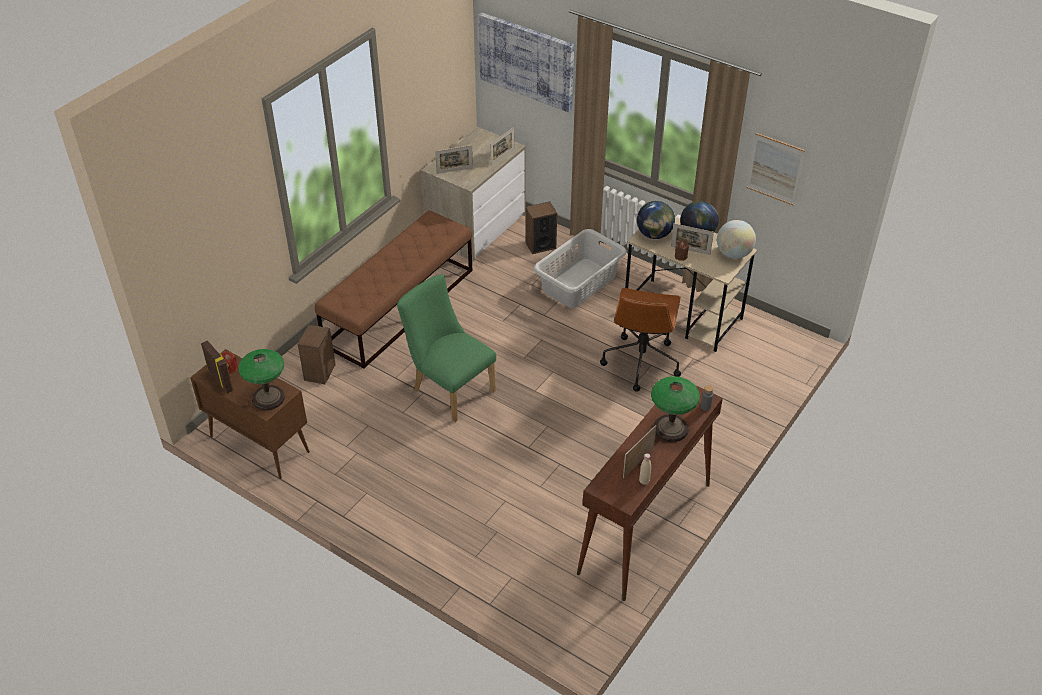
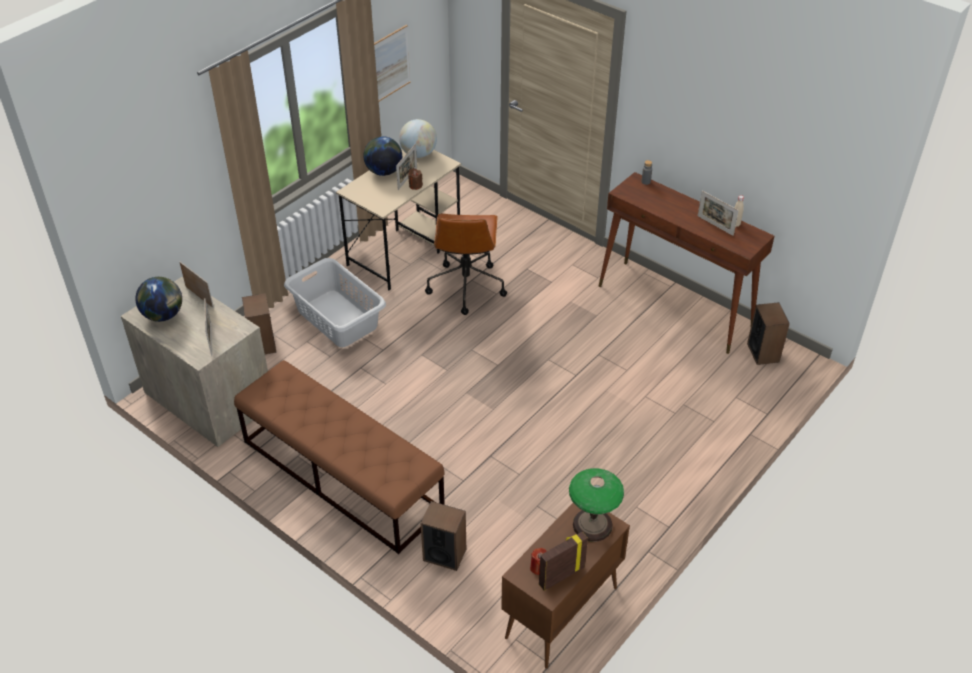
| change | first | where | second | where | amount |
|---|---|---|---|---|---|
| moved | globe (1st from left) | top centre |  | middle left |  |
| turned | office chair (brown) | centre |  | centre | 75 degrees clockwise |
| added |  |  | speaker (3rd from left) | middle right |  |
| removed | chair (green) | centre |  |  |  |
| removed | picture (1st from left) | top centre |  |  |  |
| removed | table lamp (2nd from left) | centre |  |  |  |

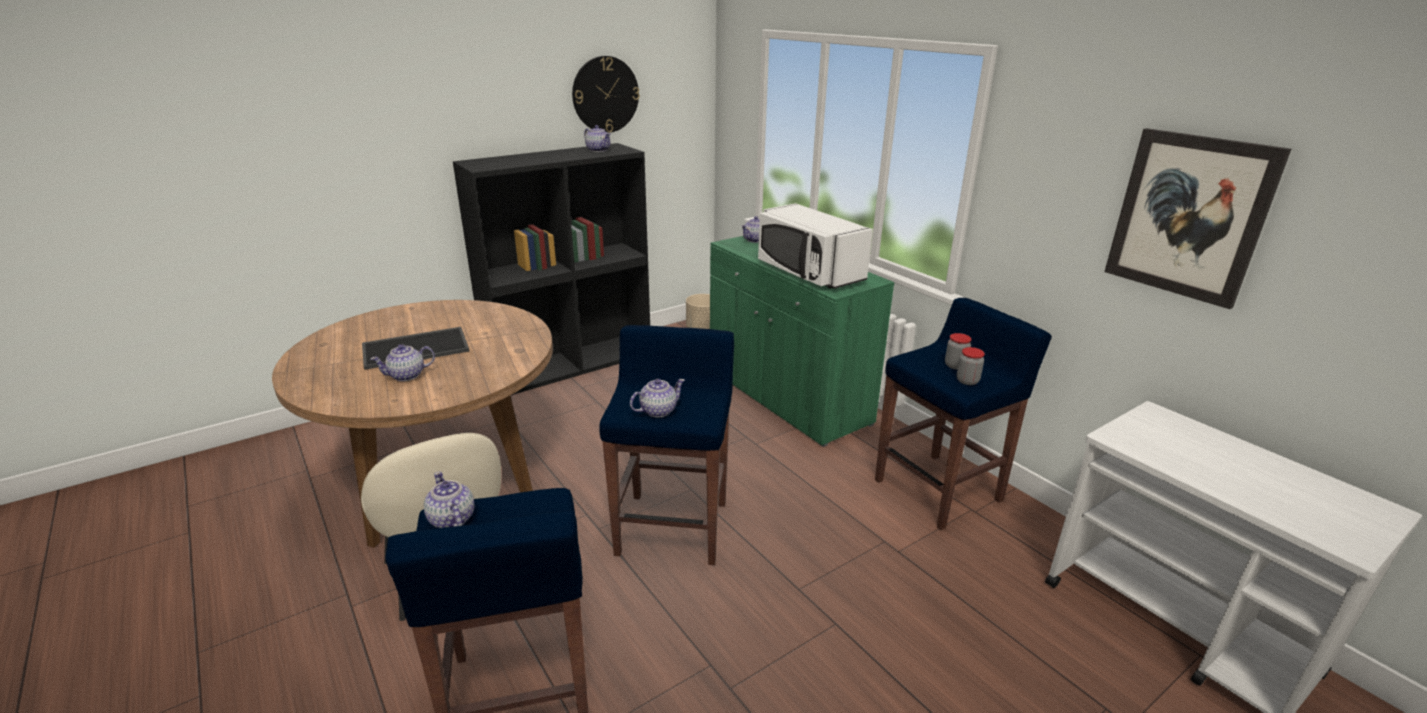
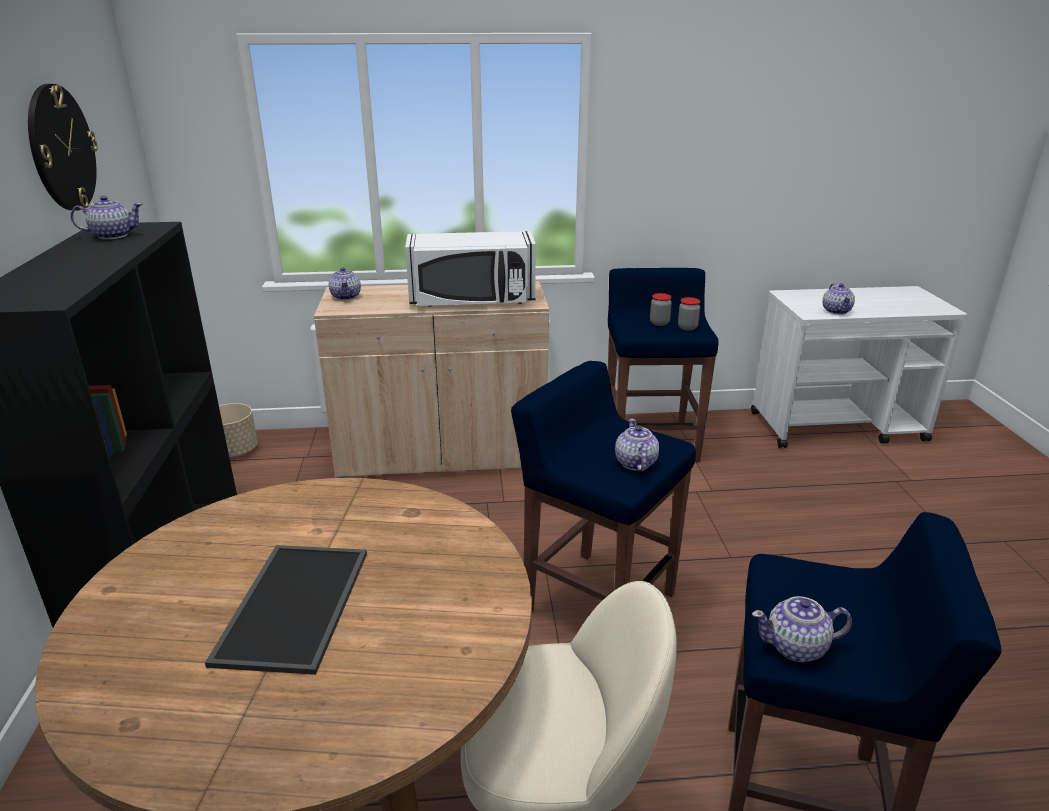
| change | first | where | second | where | amount |
|---|---|---|---|---|---|
| recoloured | cabinet (green) | centre | cabinet (beige) | centre |  |
| moved | teapot (1st from left in the first image) | middle left | teapot (5th from left) | middle right |  |
| removed | picture | top right |  |  |  |

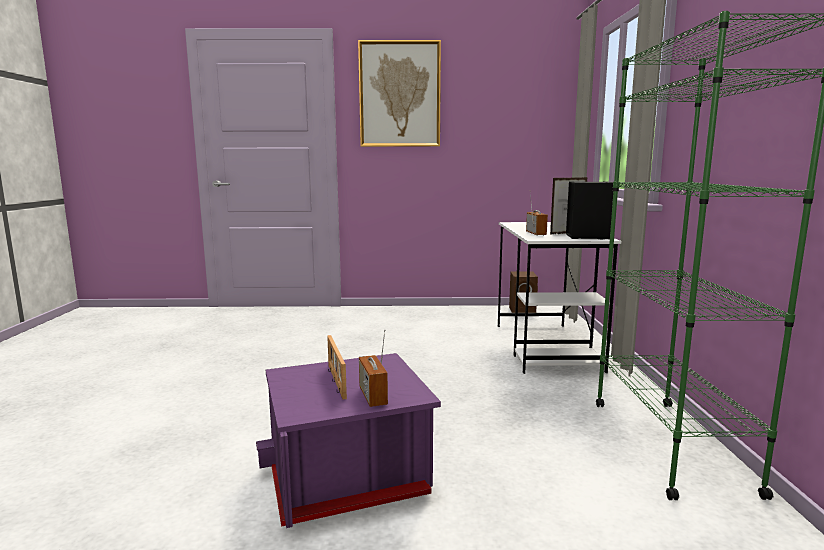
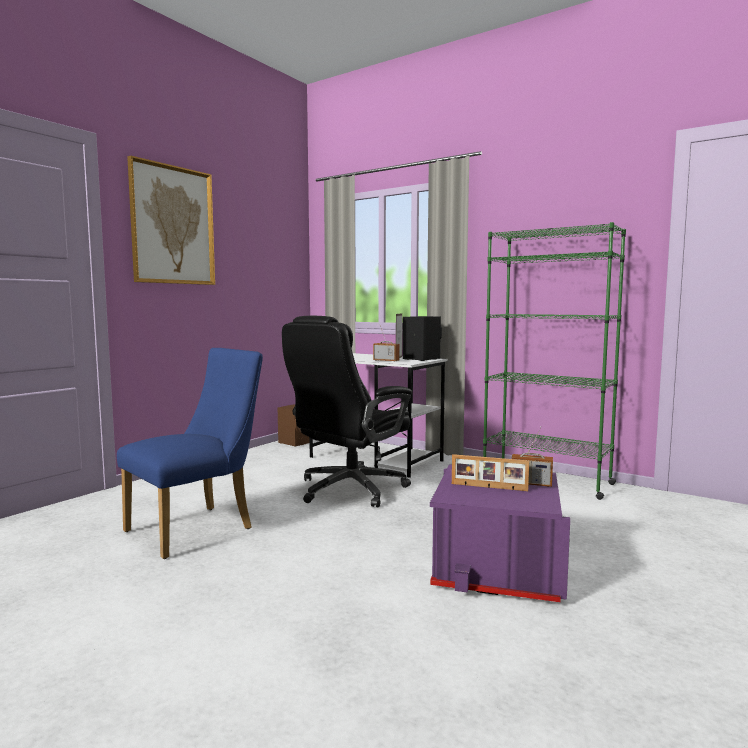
| change | first | where | second | where | amount |
|---|---|---|---|---|---|
| added |  |  | chair (blue) | middle left |  |
| added |  |  | office chair (black) | centre |  |

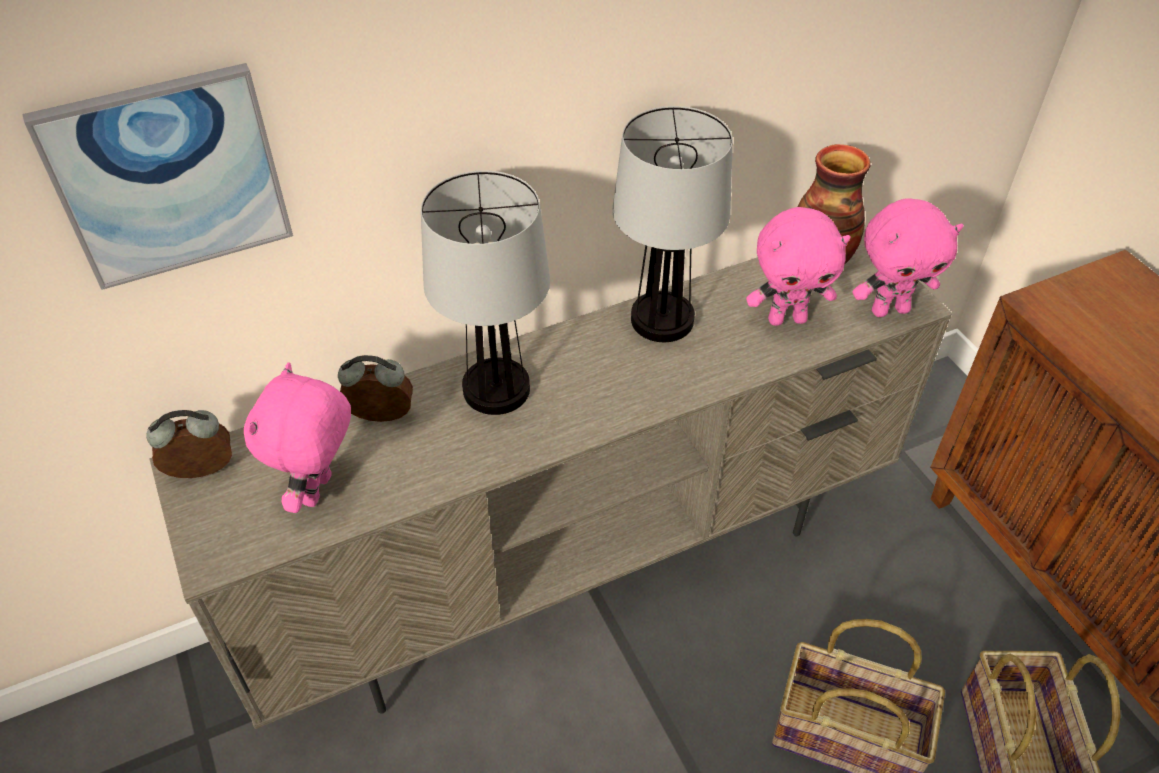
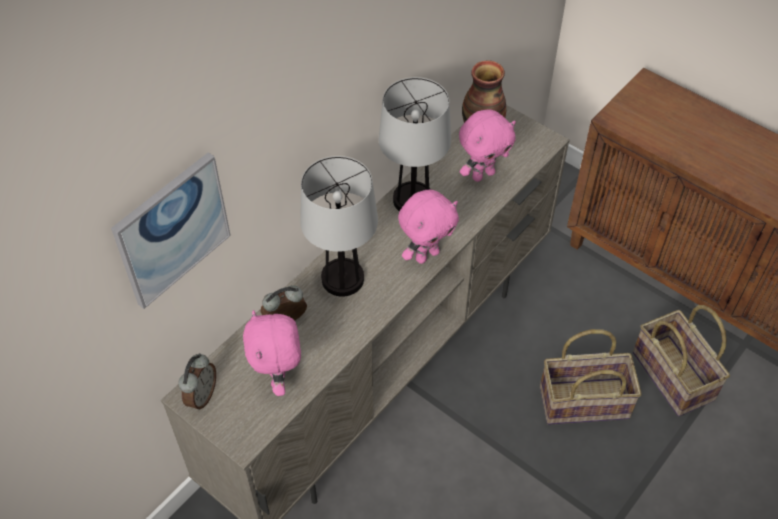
| change | first | where | second | where | amount |
|---|---|---|---|---|---|
| turned | alarm clock (1st from left) | middle left |  | bottom left | 150 degrees clockwise |
| moved | plush toy (pink) (3rd from left in the first image) | top right | plush toy (pink) (2nd from left) | centre |  |

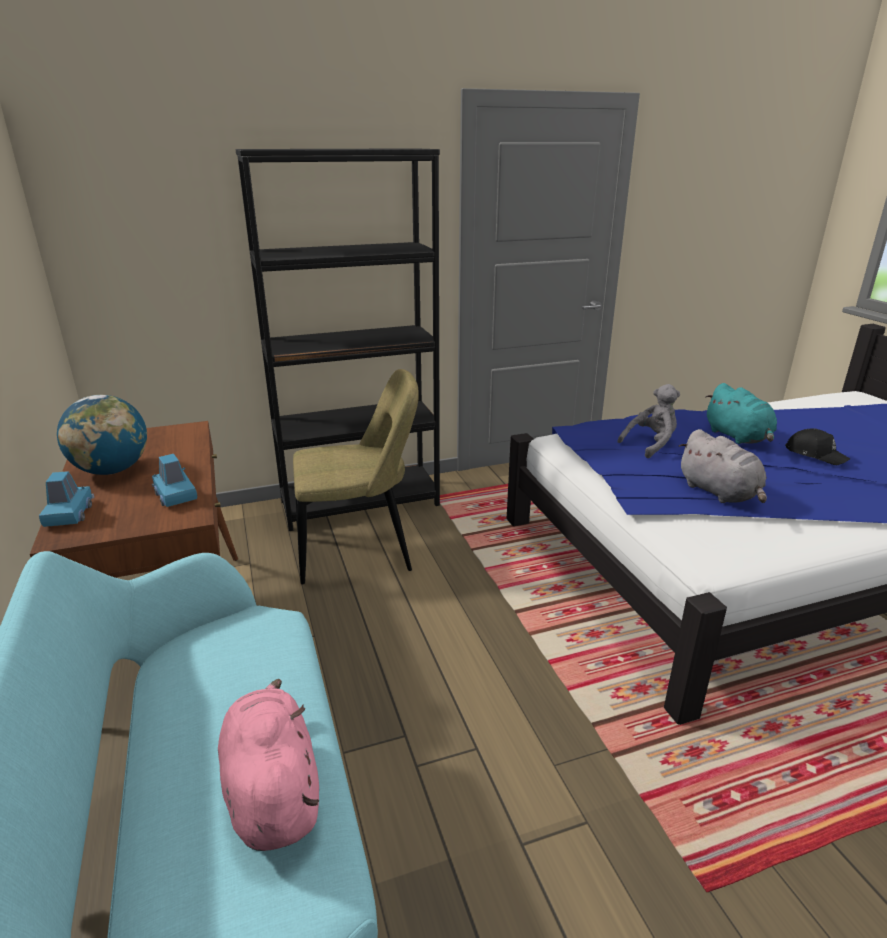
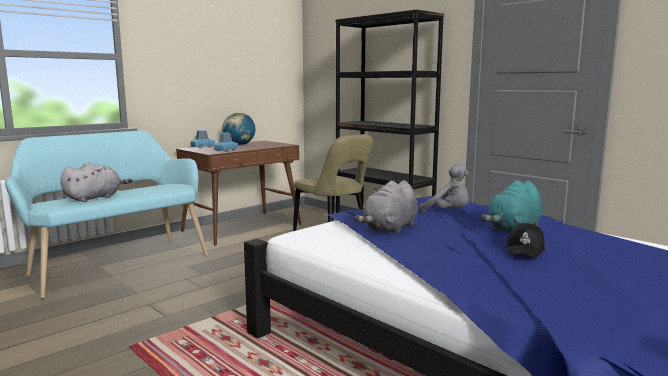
| change | first | where | second | where | amount |
|---|---|---|---|---|---|
| recoloured | plush toy (pink) | bottom left | plush toy (grey) (1st from left) | middle left |  |

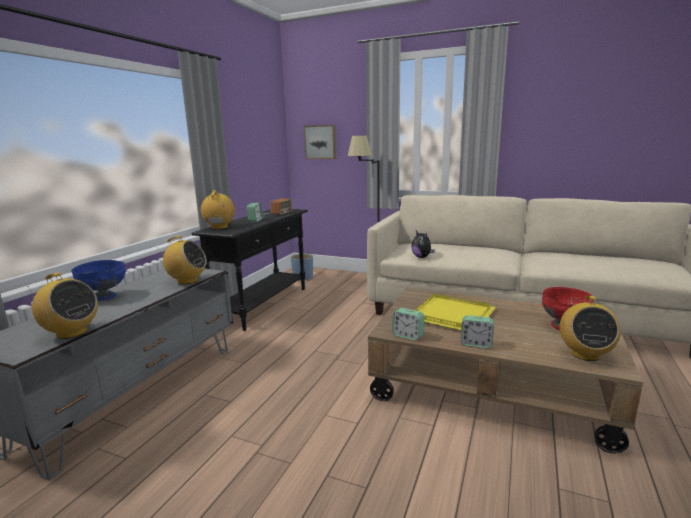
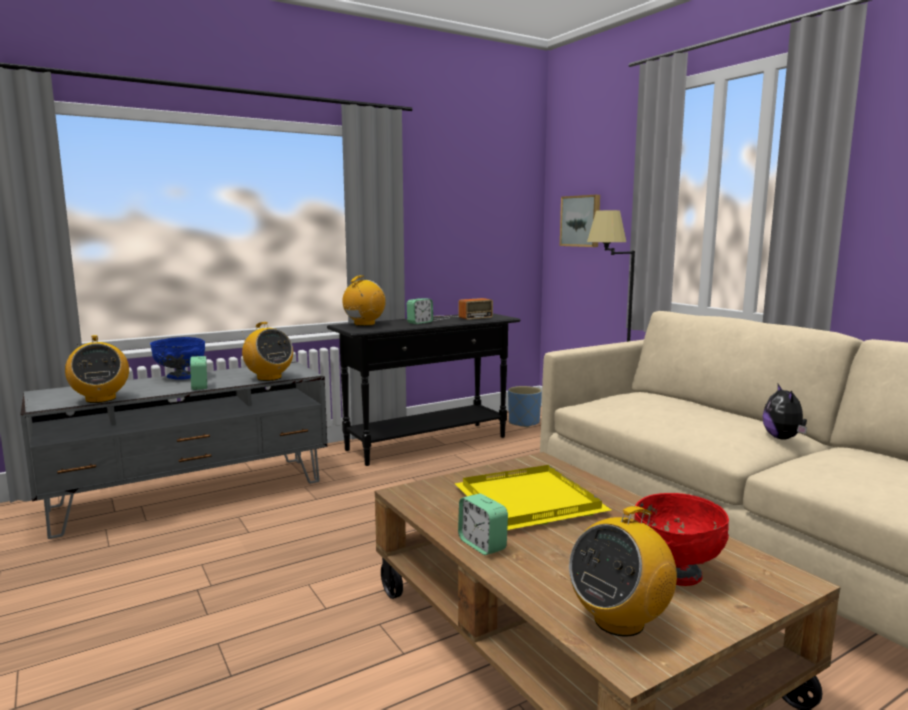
| change | first | where | second | where | amount |
|---|---|---|---|---|---|
| moved | alarm clock (2nd from left in the first image) | centre | alarm clock (1st from left) | middle left |  |
| moved | plush toy | centre |  | middle right |  |

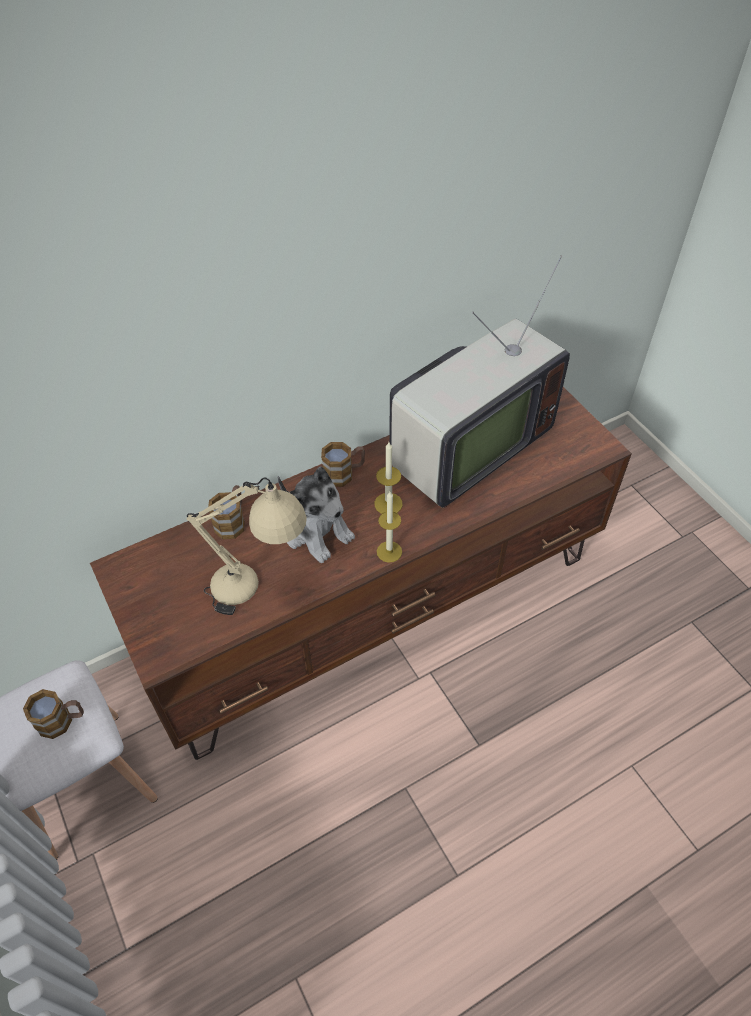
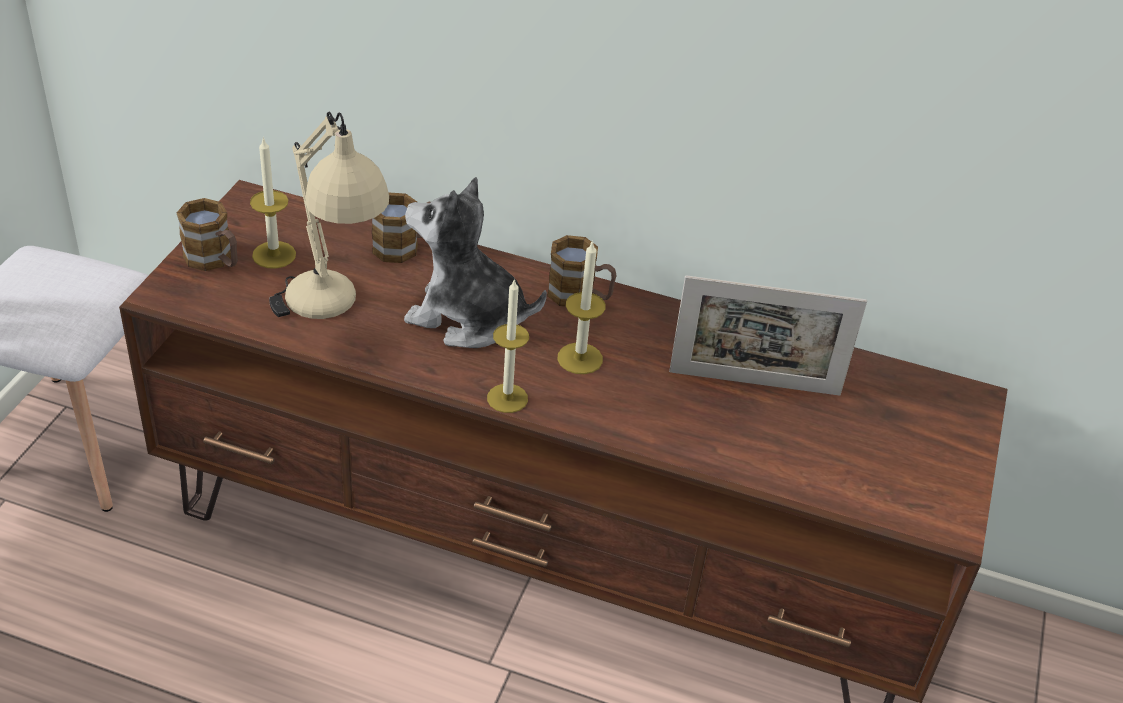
| change | first | where | second | where | amount |
|---|---|---|---|---|---|
| moved | mug (1st from left) | bottom left |  | top left |  |
| added |  |  | candle (1st from left) | top left |  |
| turned | plush toy | centre |  | centre | 105 degrees clockwise |
| replaced | television | centre | picture frame | middle right |  |

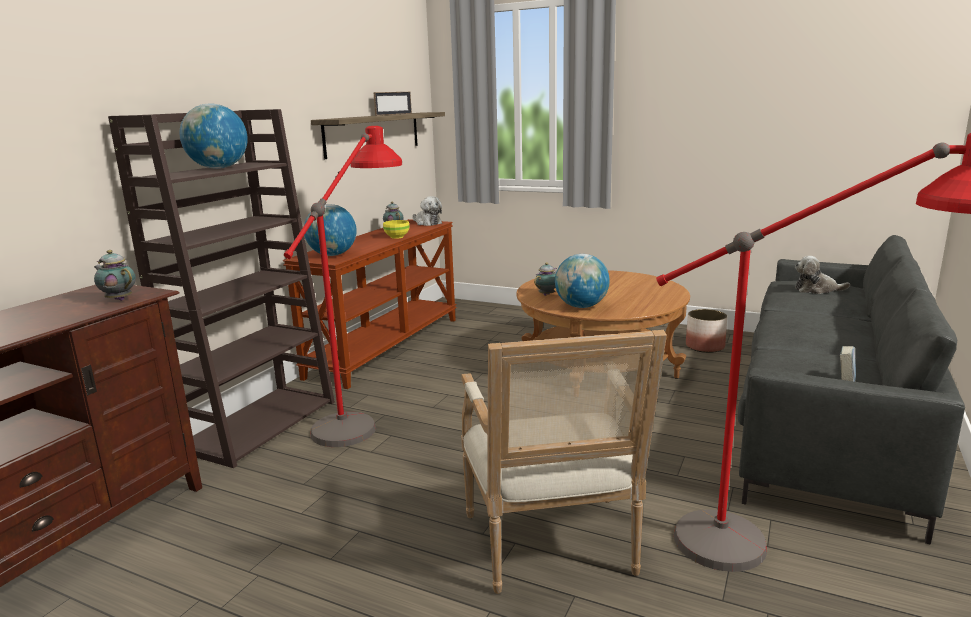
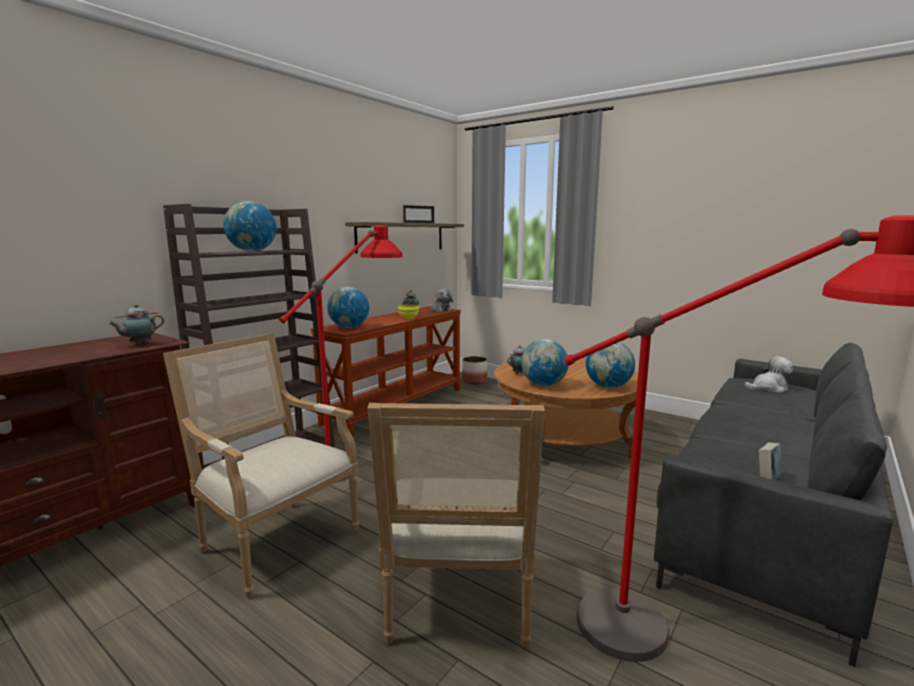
| change | first | where | second | where | amount |
|---|---|---|---|---|---|
| turned | teapot (1st from left) | middle left |  | middle left | 90 degrees counterclockwise |
| added |  |  | armchair (1st from left) | bottom left |  |
| moved | planter | middle right |  | centre |  |
| added |  |  | globe (4th from left) | middle right |  |
| turned | plush toy (2nd from left) | middle right |  | middle right | 150 degrees clockwise |

